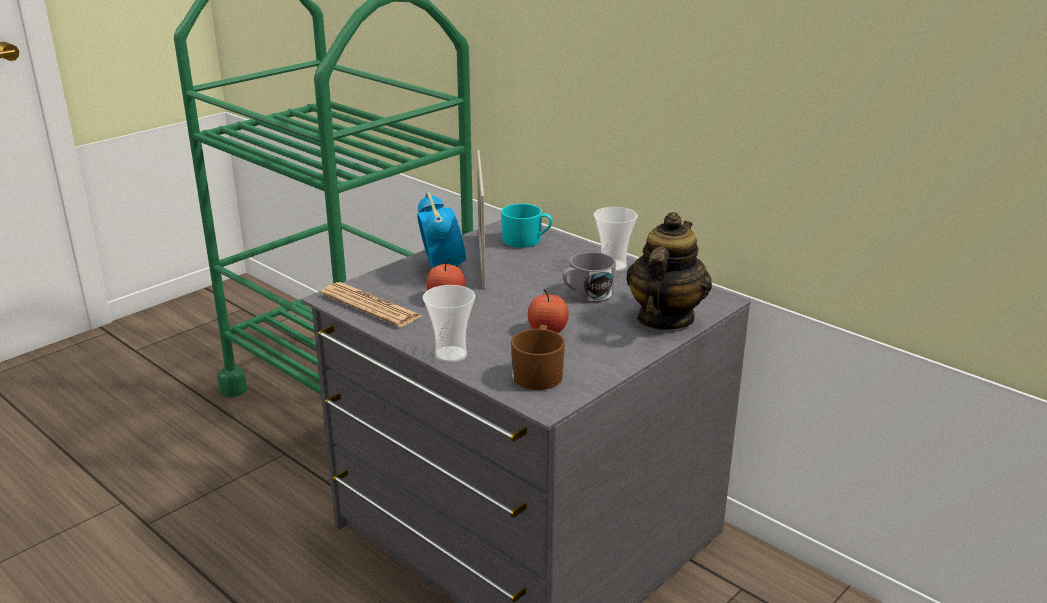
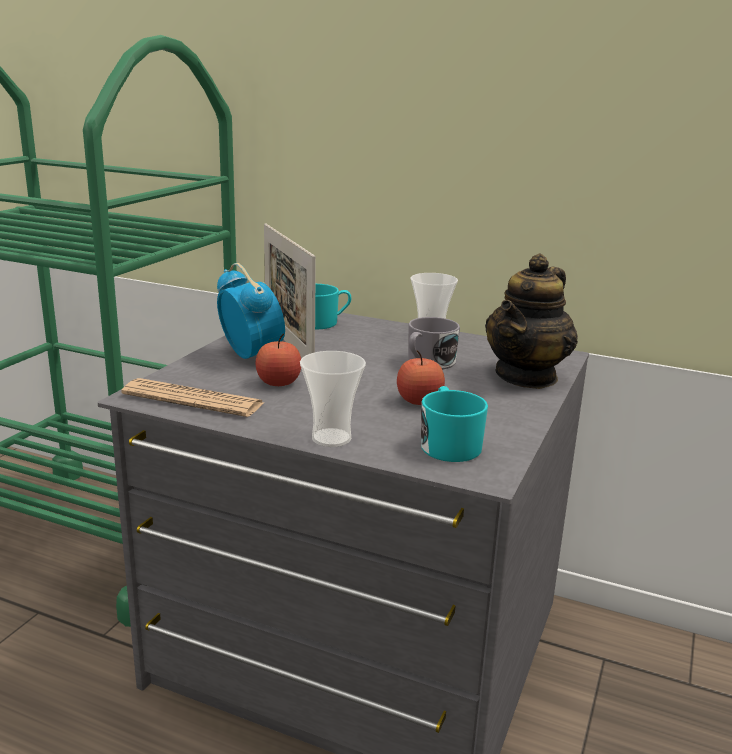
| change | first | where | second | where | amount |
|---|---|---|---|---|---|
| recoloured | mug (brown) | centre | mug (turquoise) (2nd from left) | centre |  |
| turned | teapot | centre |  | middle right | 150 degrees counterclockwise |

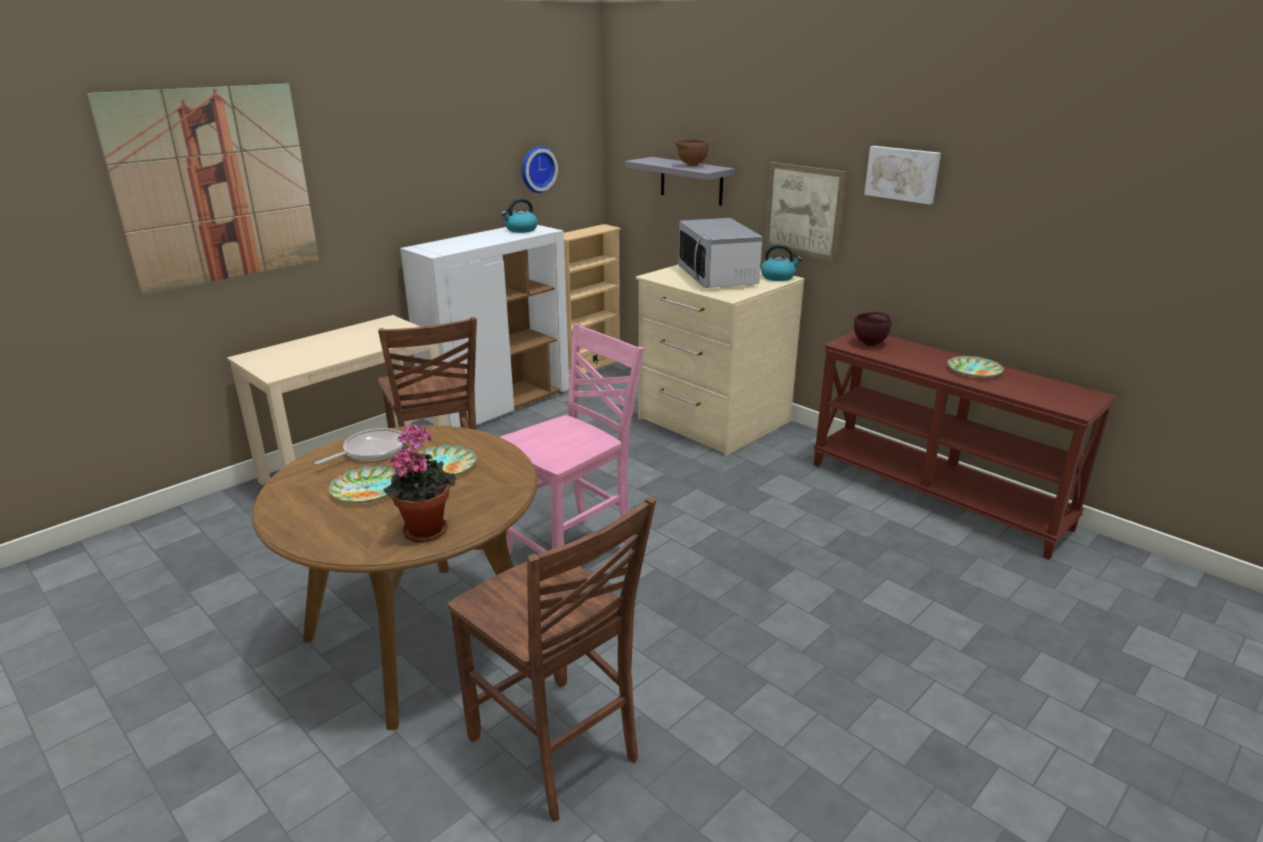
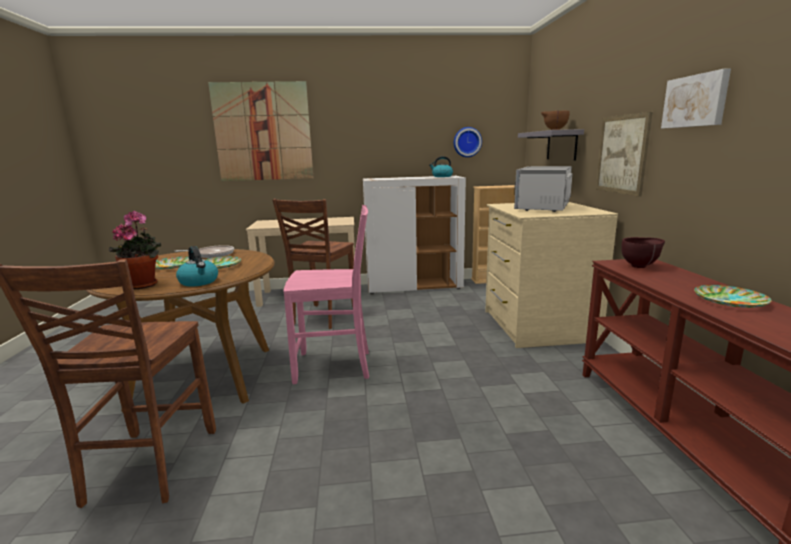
| change | first | where | second | where | amount |
|---|---|---|---|---|---|
| moved | kettle (2nd from left in the first image) | top centre | kettle (1st from left) | middle left |  |

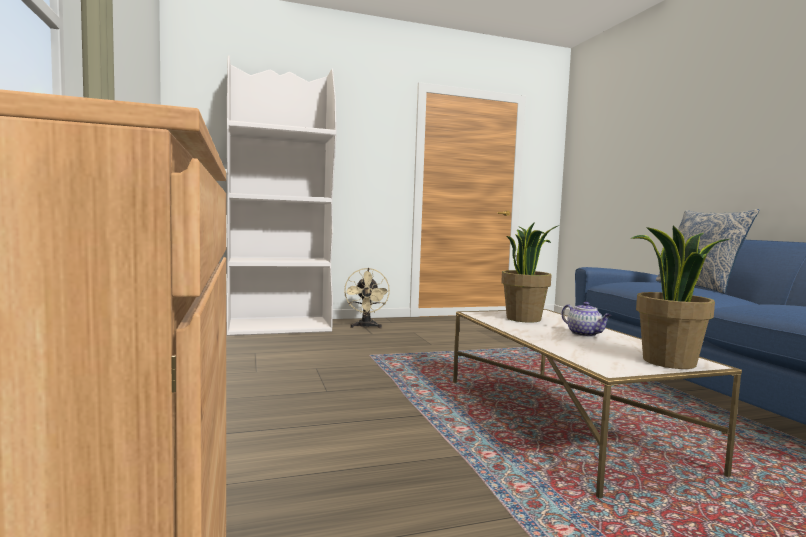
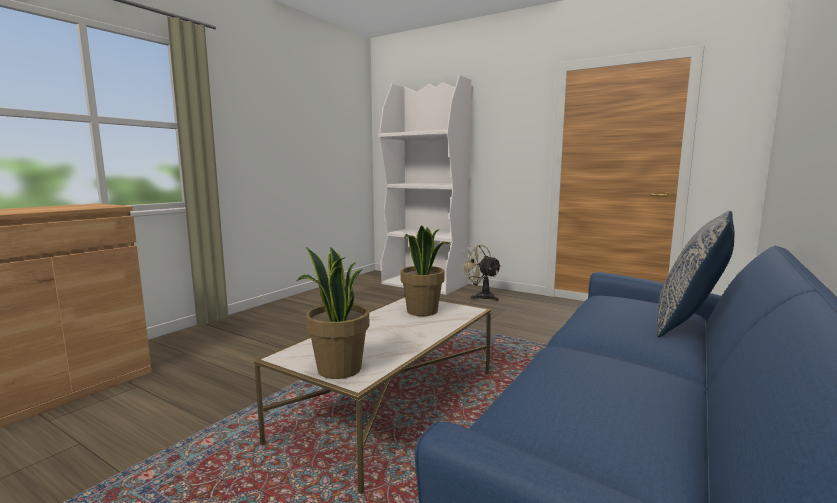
| change | first | where | second | where | amount |
|---|---|---|---|---|---|
| turned | fan (beige) | centre |  | centre | 90 degrees clockwise |
| removed | teapot | middle right |  |  |  |

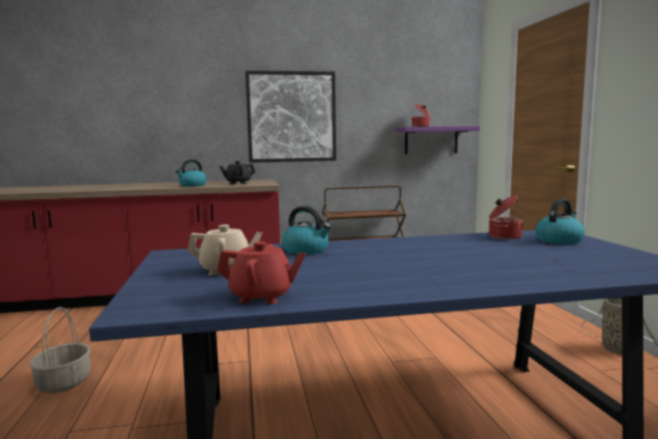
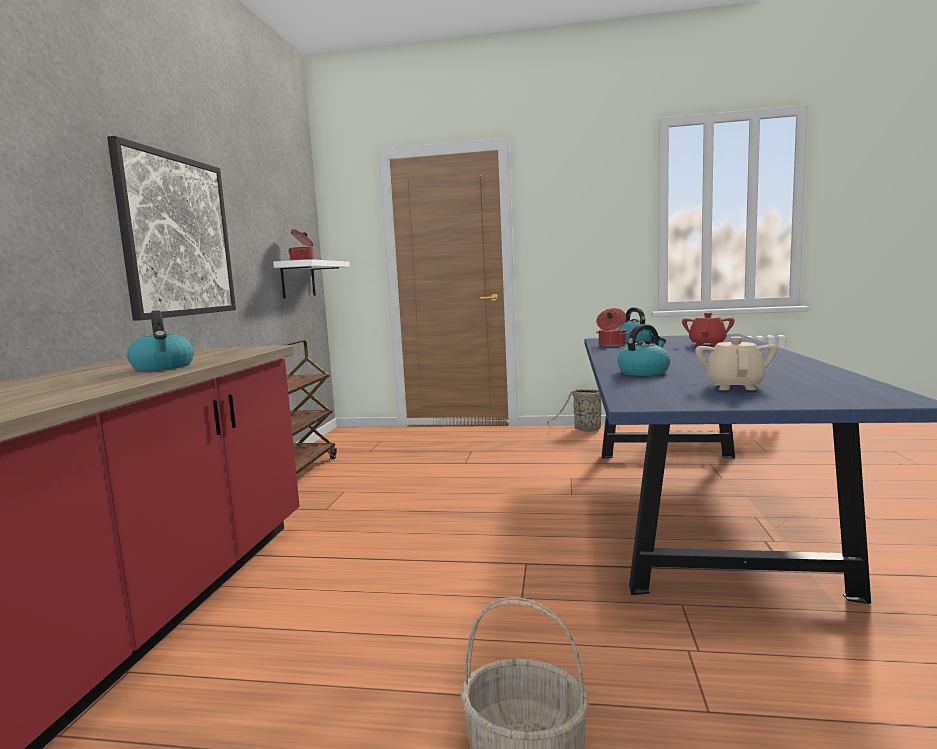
| change | first | where | second | where | amount |
|---|---|---|---|---|---|
| recoloured | shelf (purple) | top centre | shelf (white) | middle left |  |
| moved | teapot (red) | centre |  | middle right |  |
| removed | teapot (black) | centre |  |  |  |

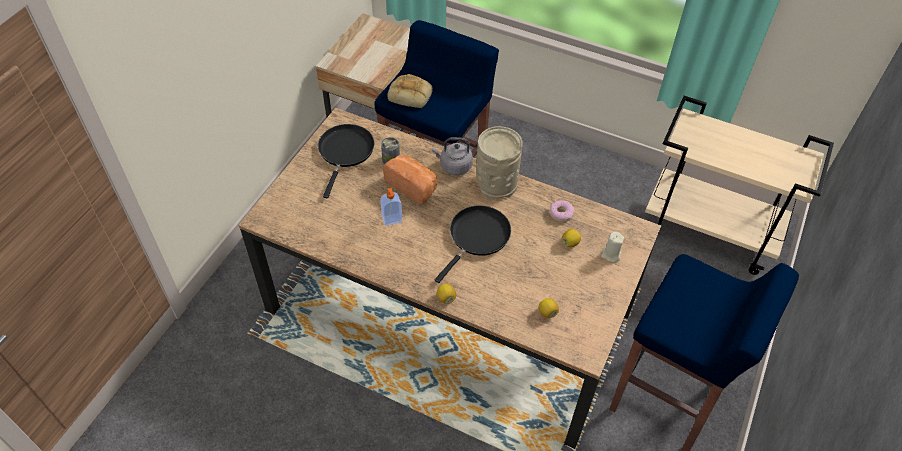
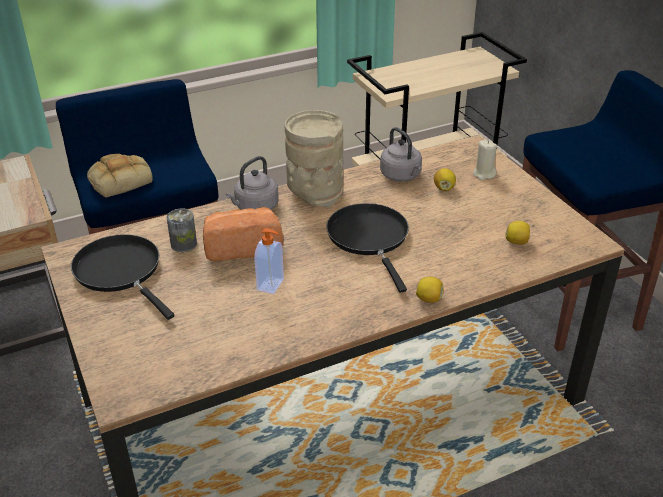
| change | first | where | second | where | amount |
|---|---|---|---|---|---|
| replaced | donut | centre | kettle (grey) (2nd from left) | top centre |  |

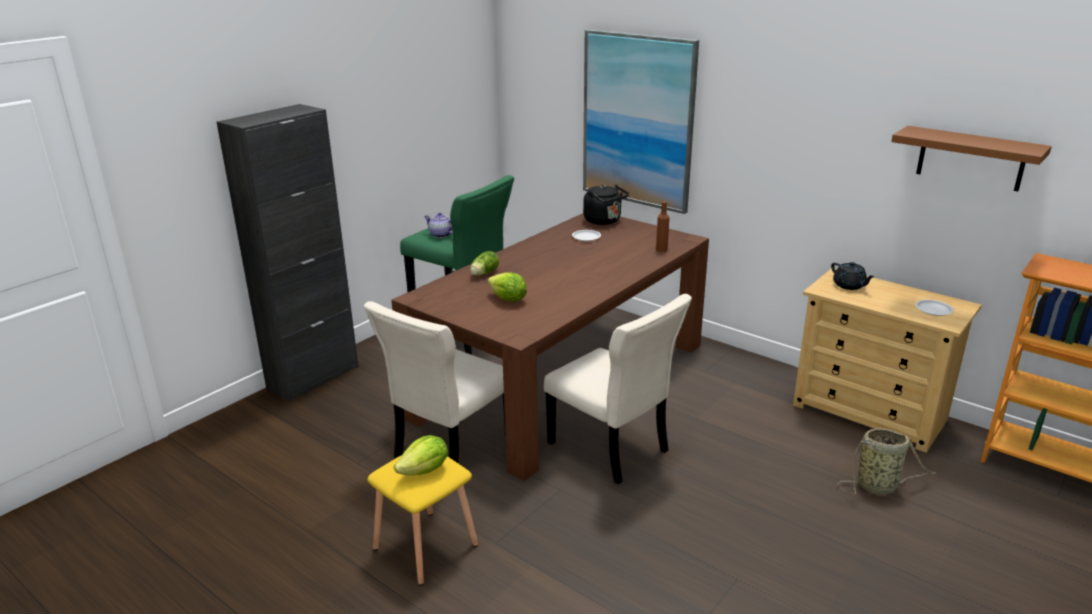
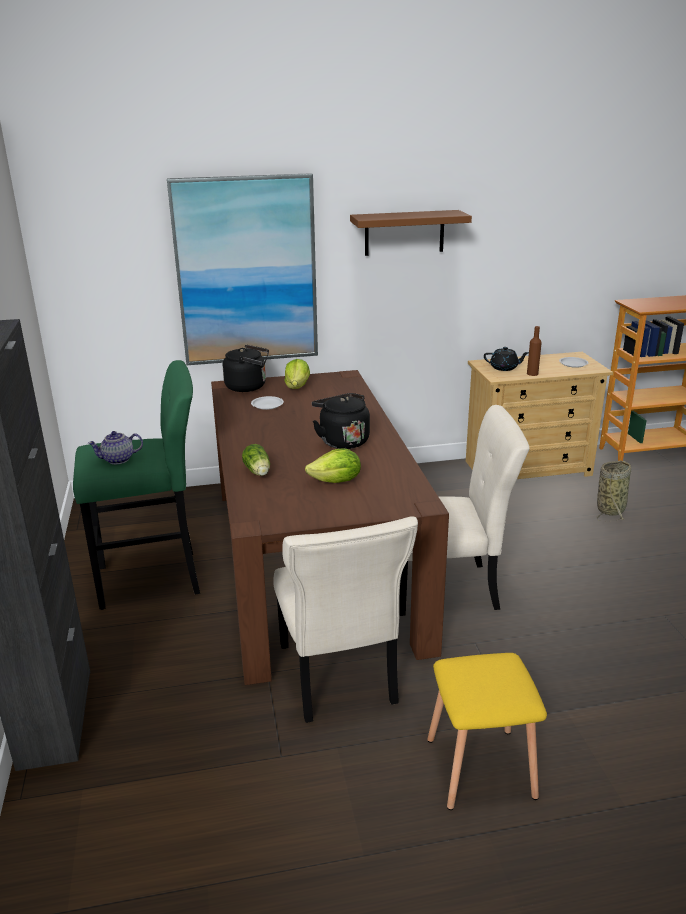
| change | first | where | second | where | amount |
|---|---|---|---|---|---|
| moved | lettuce (1st from left in the first image) | bottom centre | lettuce (2nd from left) | centre |  |
| added |  |  | kettle (black) (2nd from left) | centre |  |
| moved | shelf (brown) | top right |  | top centre |  |
| moved | bottle (brown) | centre |  | middle right |  |

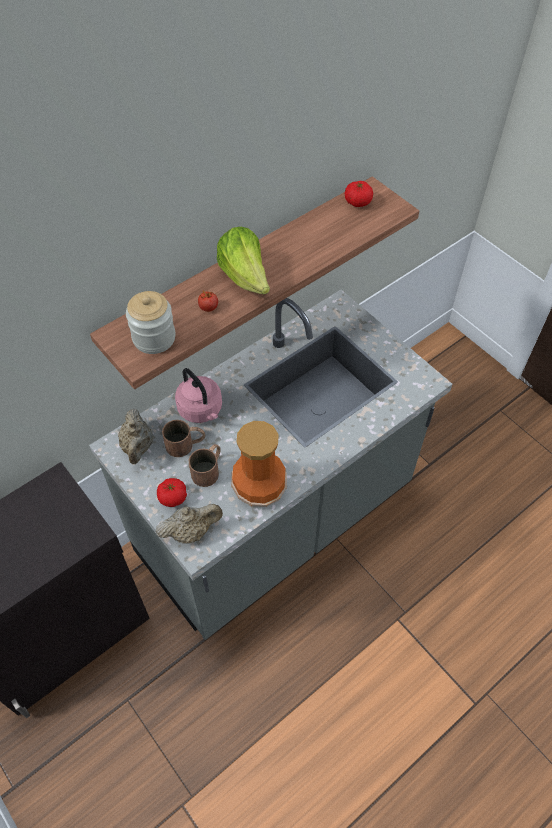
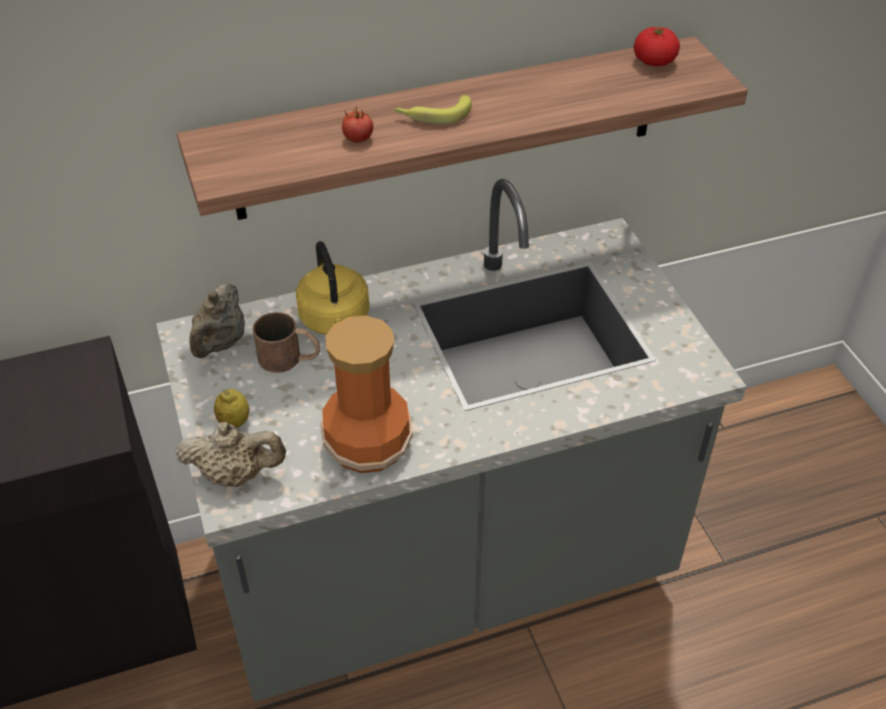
| change | first | where | second | where | amount |
|---|---|---|---|---|---|
| replaced | tomato (1st from left) | middle left | lemon | middle left |  |
| recoloured | kettle (pink) | centre | kettle (yellow) | centre |  |
| replaced | lettuce | top centre | banana | top centre |  |
| removed | jar | middle left |  |  |  |
| removed | mug (brown) (2nd from left) | centre |  |  |  |

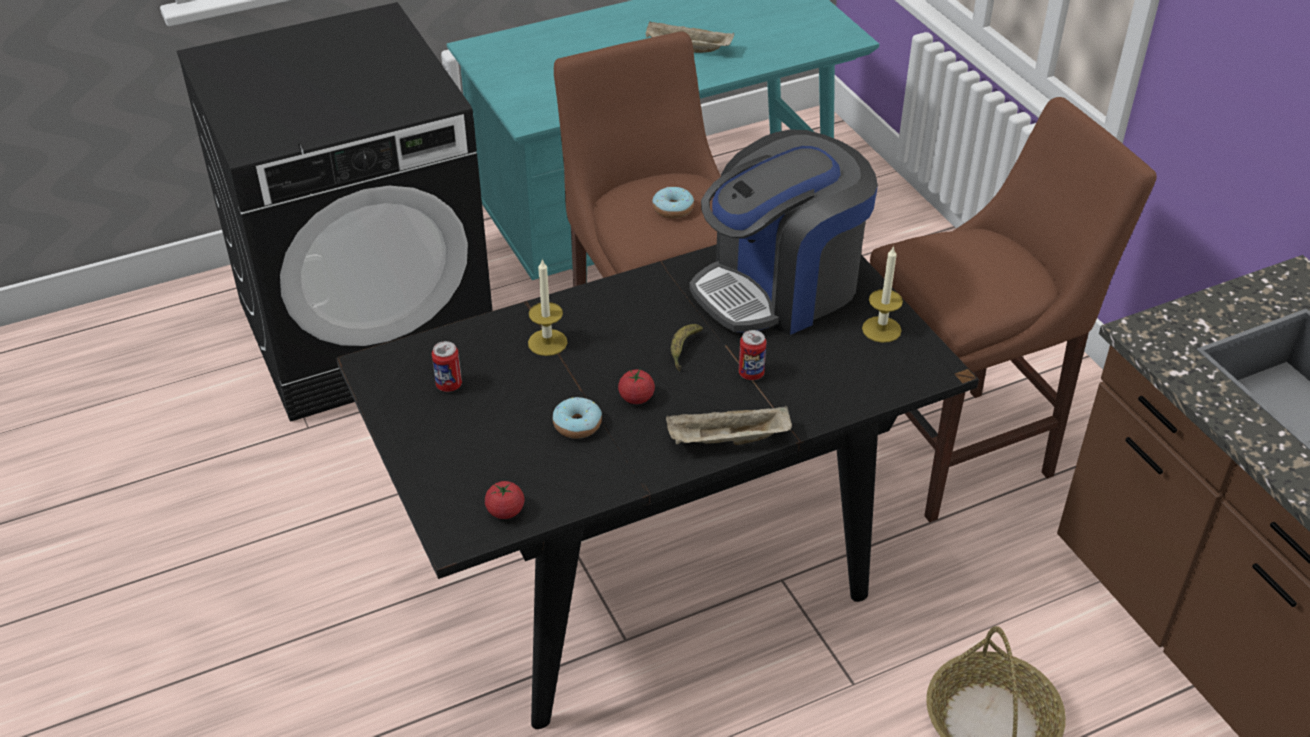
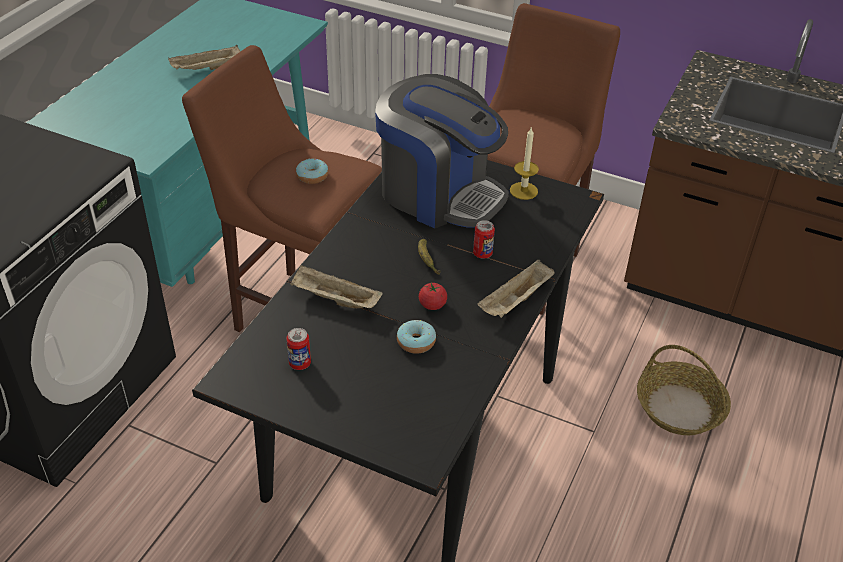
| change | first | where | second | where | amount |
|---|---|---|---|---|---|
| replaced | candle (1st from left) | centre | tray (beige) (2nd from left) | centre |  |
| turned | coffee machine | top centre |  | top centre | 75 degrees counterclockwise |
| removed | tomato (1st from left) | bottom centre |  |  |  |

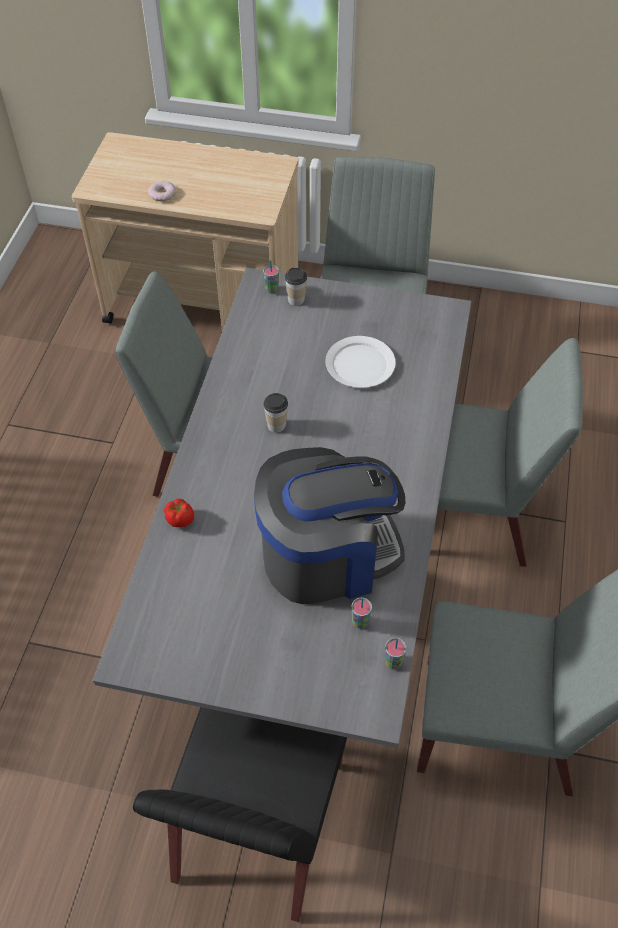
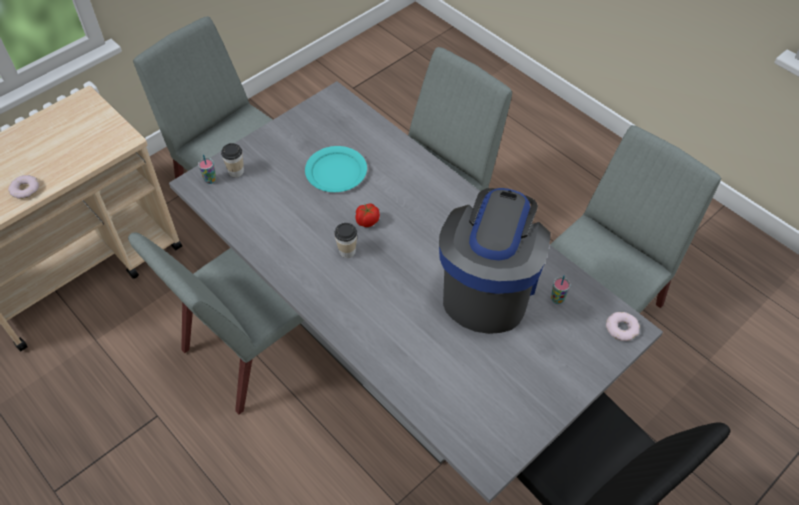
| change | first | where | second | where | amount |
|---|---|---|---|---|---|
| recoloured | plate (white) | centre | plate (turquoise) | centre |  |
| moved | tomato | middle left |  | centre |  |
| added |  |  | donut (2nd from left) | middle right |  |
| removed | cup (5th from left) | bottom centre |  |  |  |

